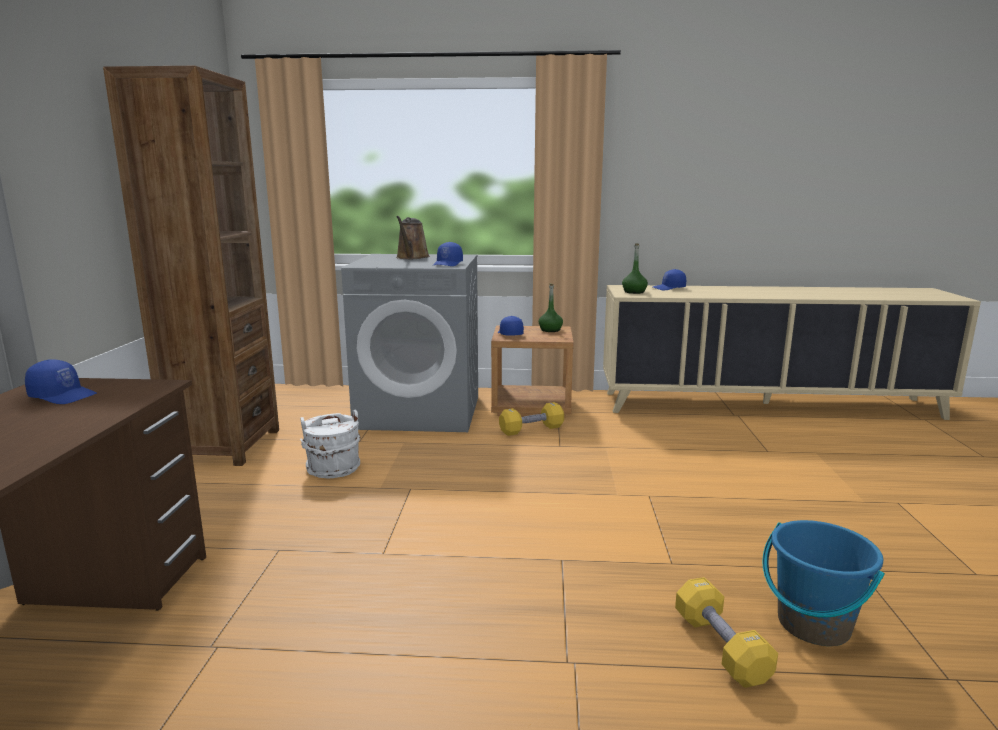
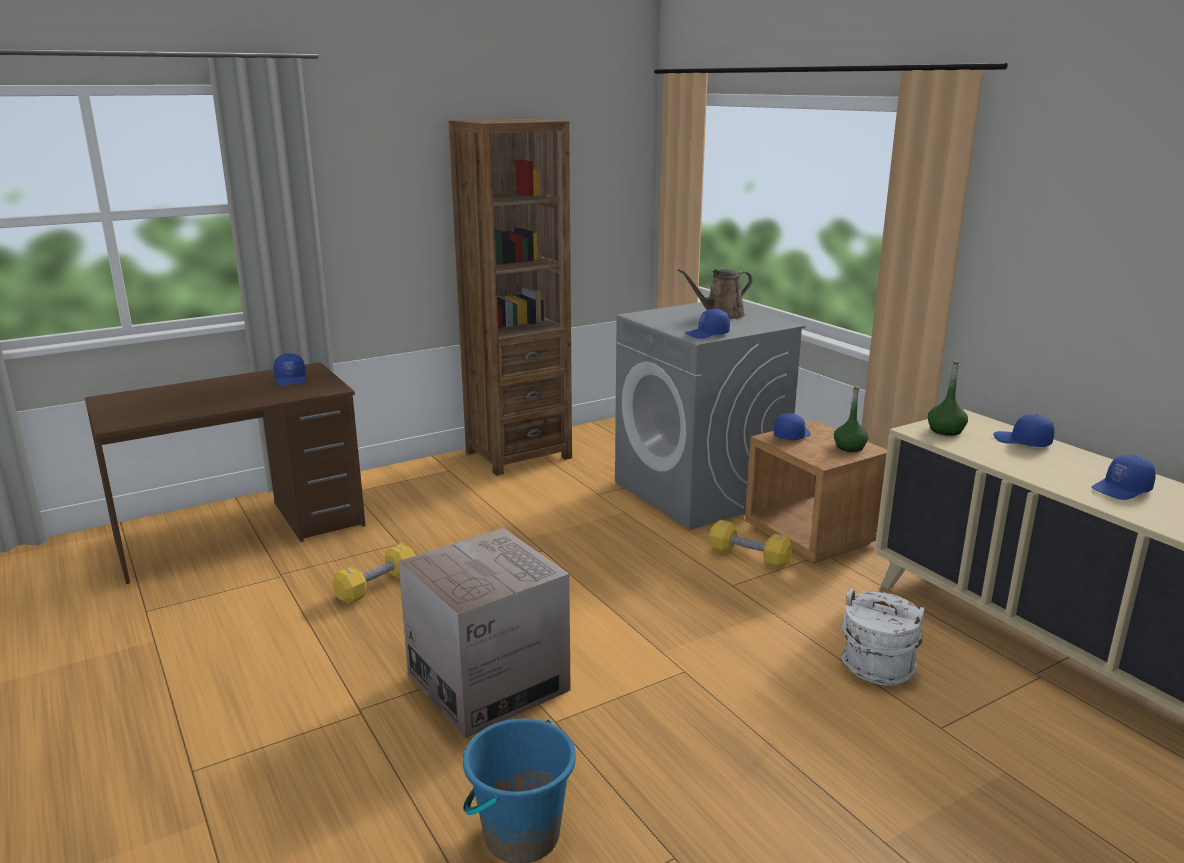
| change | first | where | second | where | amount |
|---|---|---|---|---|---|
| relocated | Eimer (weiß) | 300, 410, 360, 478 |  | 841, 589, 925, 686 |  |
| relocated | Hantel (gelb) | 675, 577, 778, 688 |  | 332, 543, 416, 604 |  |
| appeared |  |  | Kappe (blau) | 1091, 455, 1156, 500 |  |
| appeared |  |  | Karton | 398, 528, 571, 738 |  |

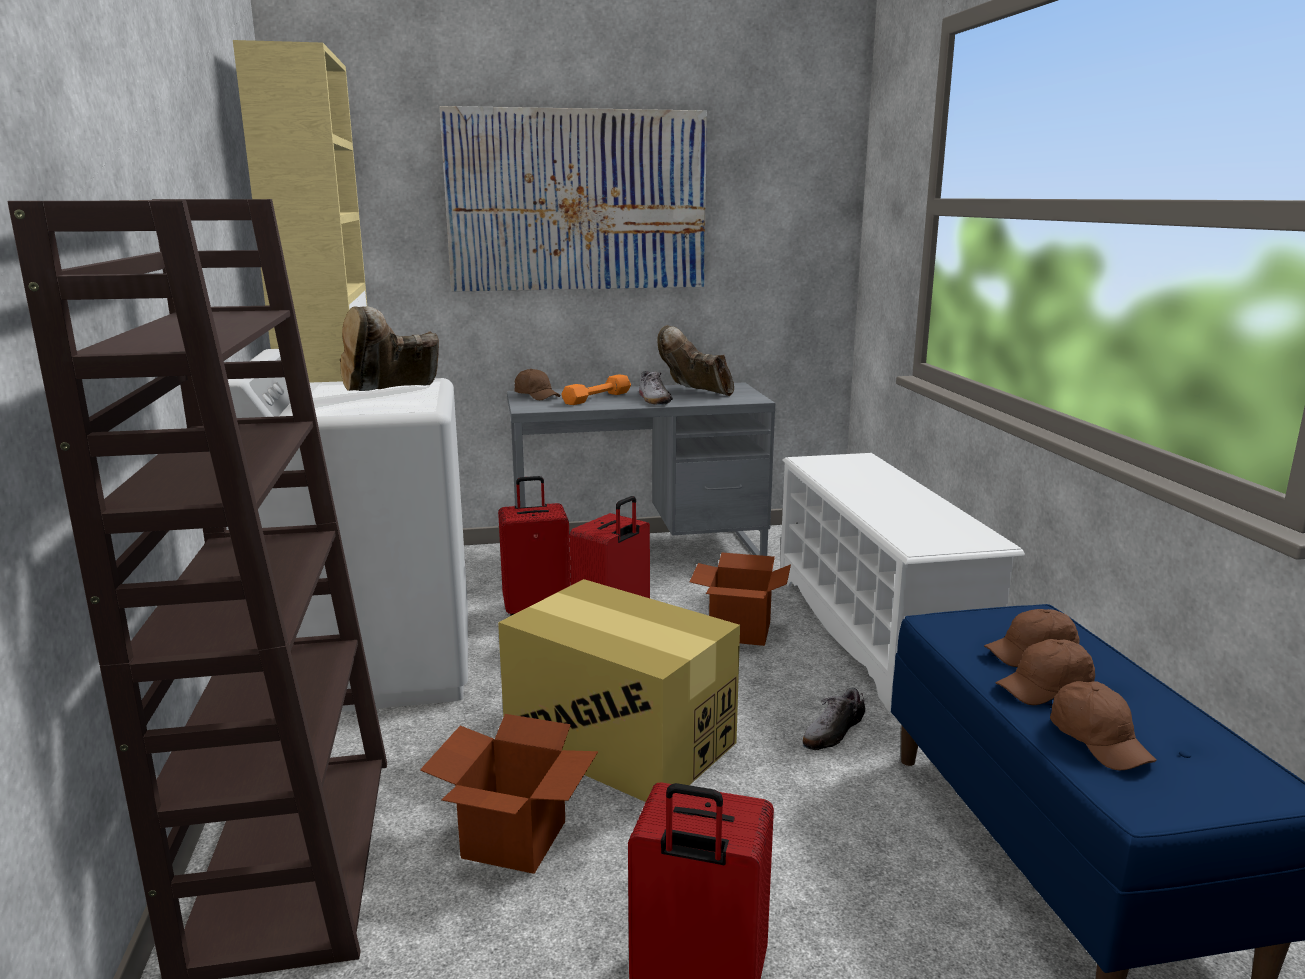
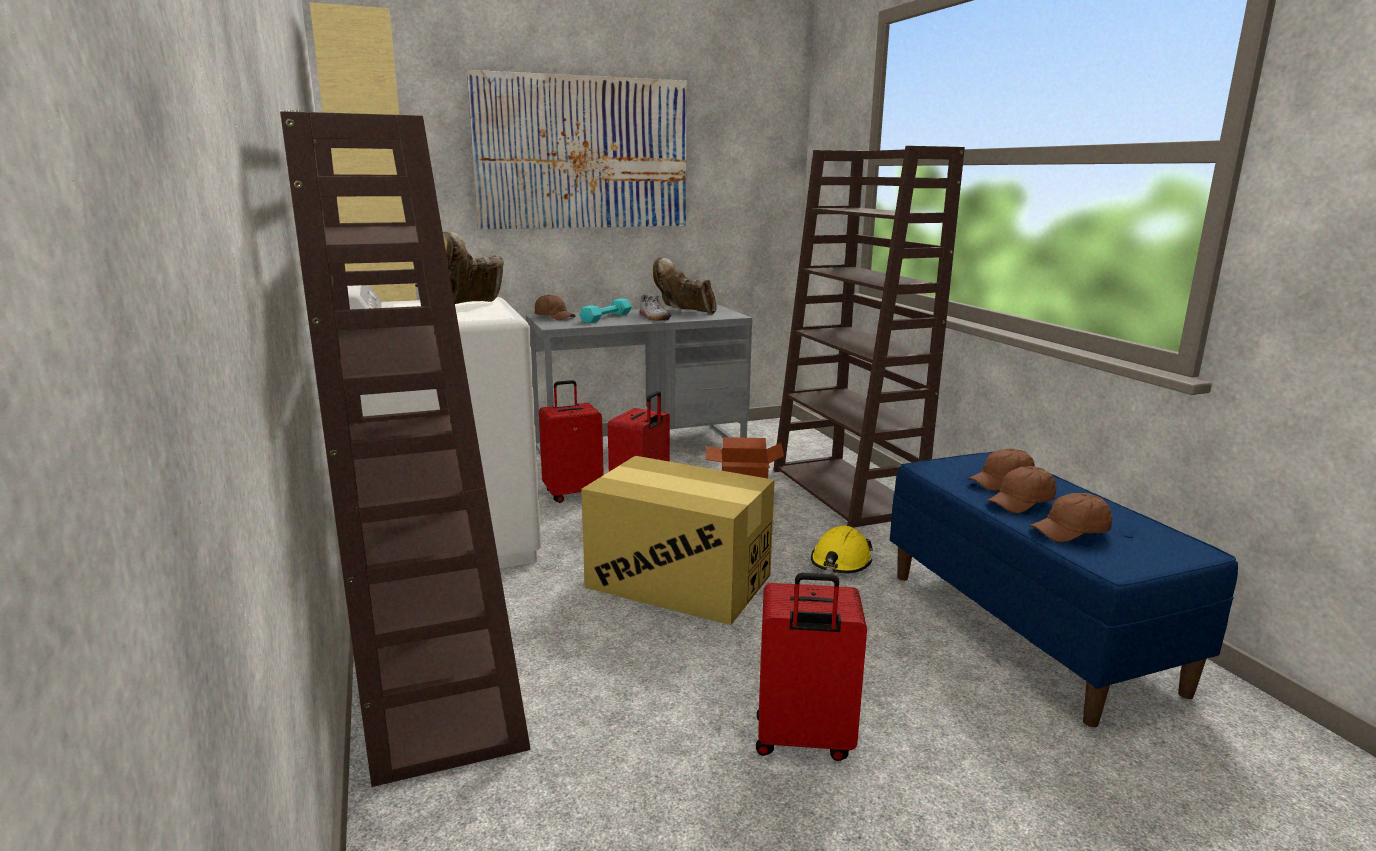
| change | first | where | second | where | amount |
|---|---|---|---|---|---|
| colour | Hantel (orange) | 561, 374, 631, 405 | Hantel (türkis) | 579, 298, 632, 323 |  |
| exchanged | Schuhregal (weiß) | 780, 453, 1025, 713 | Bücherregal (braun) | 773, 146, 965, 528 |  |
| spun | Kappe (braun) | 1050, 681, 1157, 770 |  | 1030, 493, 1112, 542 | 105 degrees clockwise |
| exchanged | Schuh | 803, 688, 866, 750 | Schutzhelm (gelb) | 811, 525, 873, 573 |  |
| missing | Karton | 420, 714, 598, 874 |  |  |  |

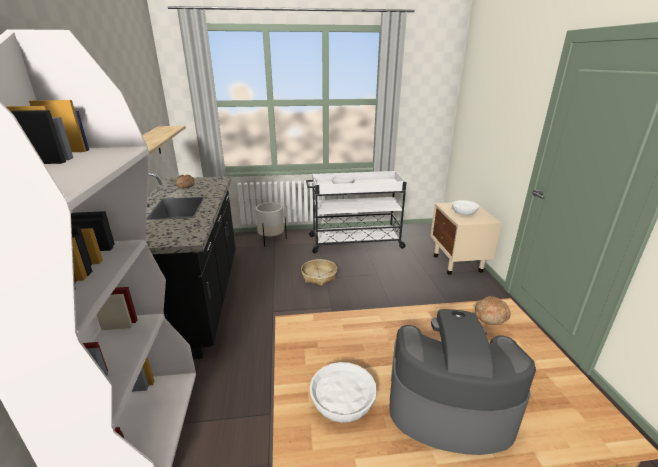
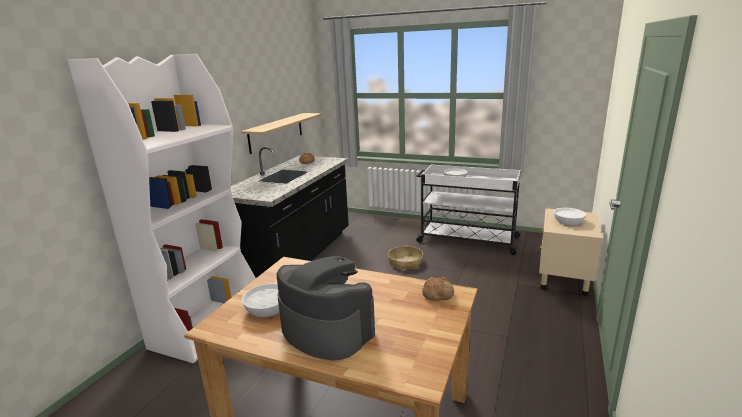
| change | first | where | second | where | amount |
|---|---|---|---|---|---|
| missing | Pflanzkübel (weiß) | 255, 203, 287, 247 |  |  |  |

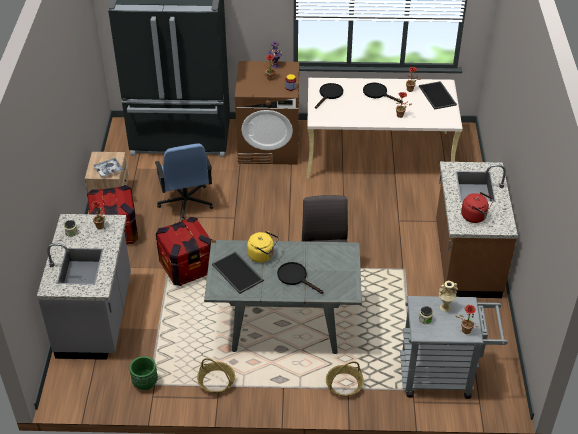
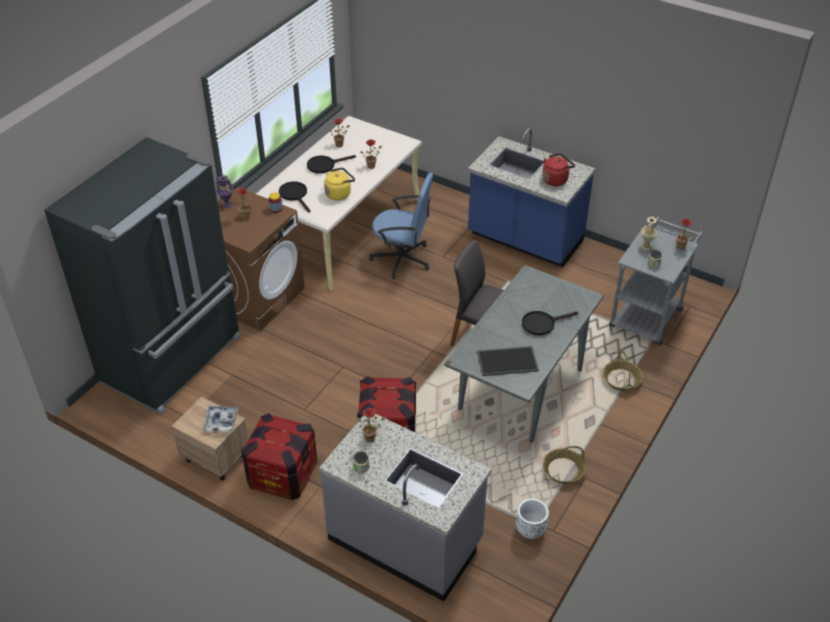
| change | first | where | second | where | amount |
|---|---|---|---|---|---|
| missing | Tablett | 419, 81, 457, 110 |  |  |  |
| relocated | Bürostuhl (blau) | 155, 144, 213, 221 |  | 369, 173, 433, 279 |  |
| colour | Küchenzeile (braun) | 436, 162, 518, 298 | Küchenzeile (blau) | 468, 128, 595, 267 |  |
| relocated | Wasserkessel (gelb) | 247, 231, 279, 263 |  | 324, 168, 355, 201 |  |
| colour | Pflanzkübel (grün) | 129, 356, 158, 390 | Pflanzkübel (weiß) | 516, 498, 549, 539 |  |

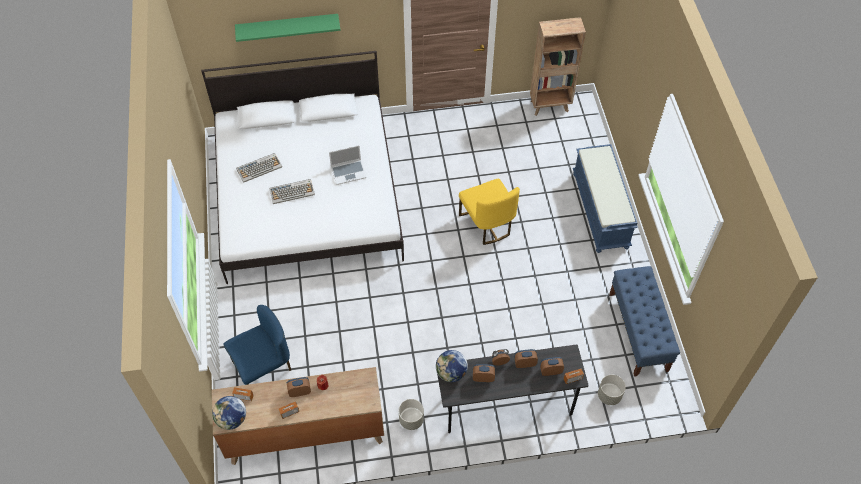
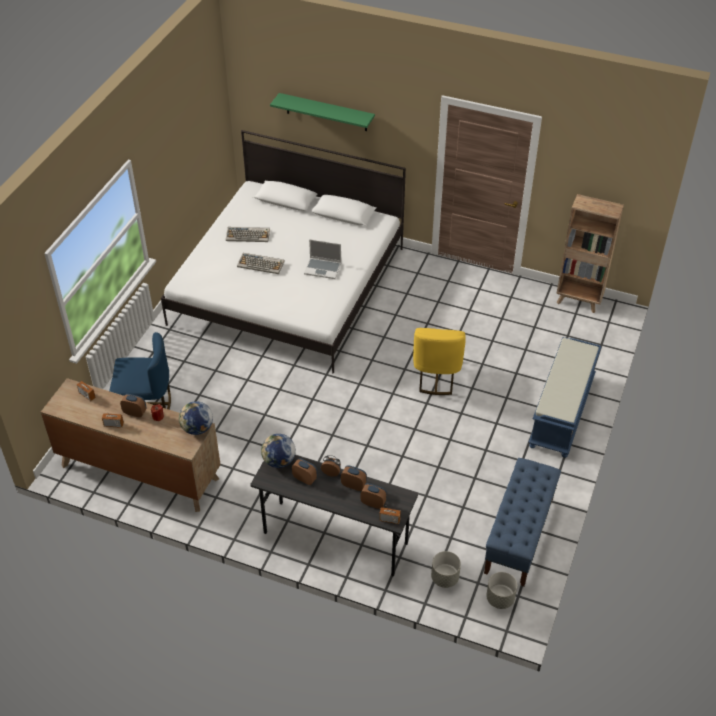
| change | first | where | second | where | amount |
|---|---|---|---|---|---|
| relocated | Globus | 212, 396, 246, 430 |  | 179, 401, 213, 435 |  |
| relocated | Pflanzkübel (grau) | 399, 399, 424, 430 |  | 486, 572, 517, 609 |  |

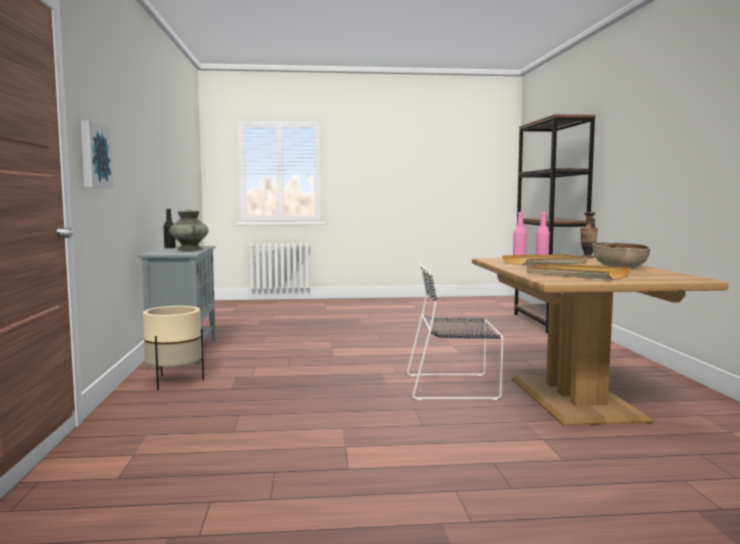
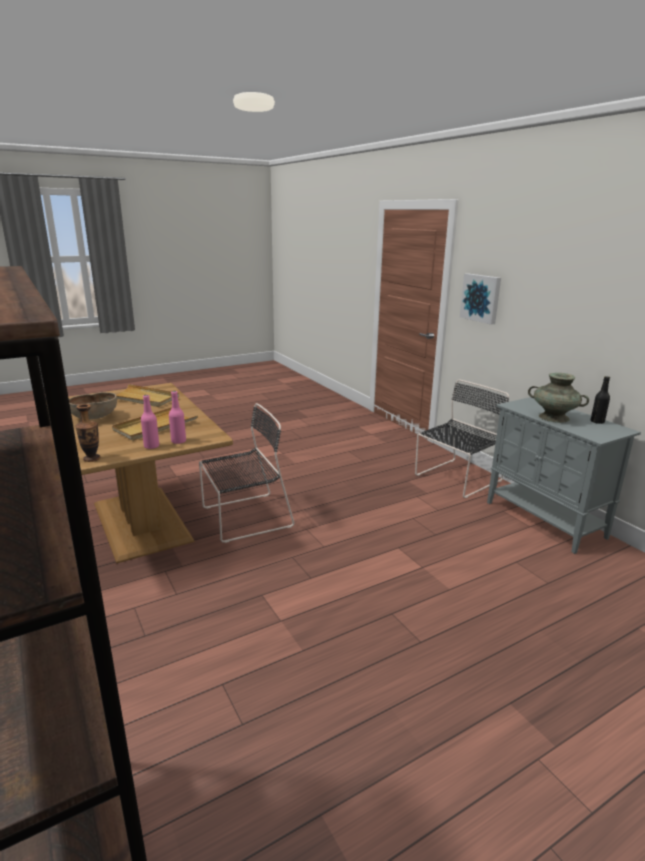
| change | first | where | second | where | amount |
|---|---|---|---|---|---|
| exchanged | Pflanzkübel (beige) | 143, 306, 204, 391 | Stuhl (schwarz) | 415, 379, 509, 498 |  |

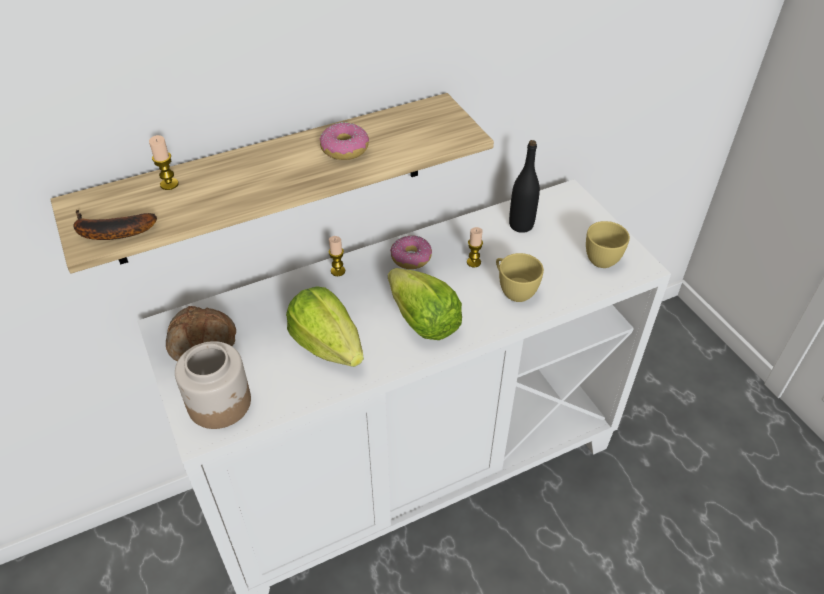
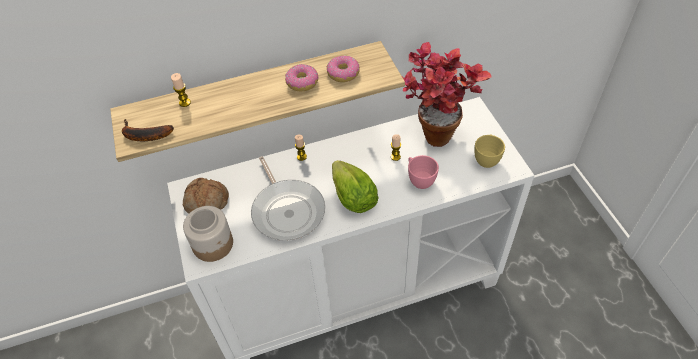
| change | first | where | second | where | amount |
|---|---|---|---|---|---|
| exchanged | Flasche (schwarz) | 509, 140, 540, 233 | Topfpflanze | 402, 42, 491, 147 |  |
| relocated | Donut | 390, 235, 432, 269 |  | 327, 56, 360, 82 |  |
| colour | Tasse (gelb) | 496, 253, 544, 302 | Tasse (rosa) | 408, 155, 439, 189 |  |
| exchanged | Salatkopf | 286, 286, 364, 367 | Pfanne | 251, 156, 325, 241 |  |

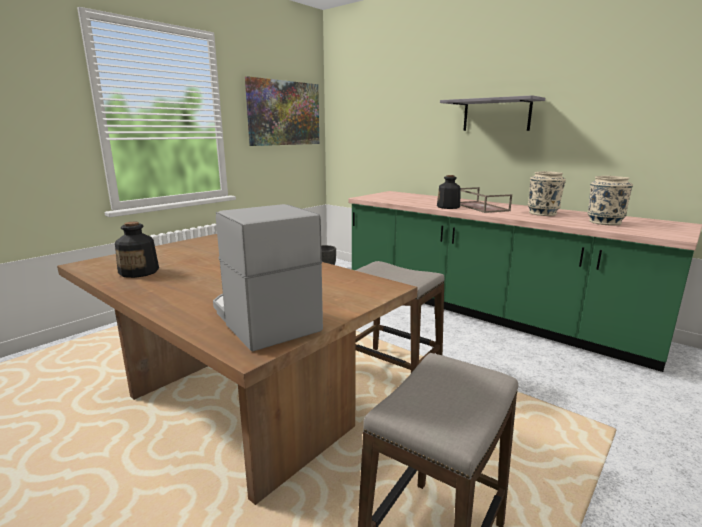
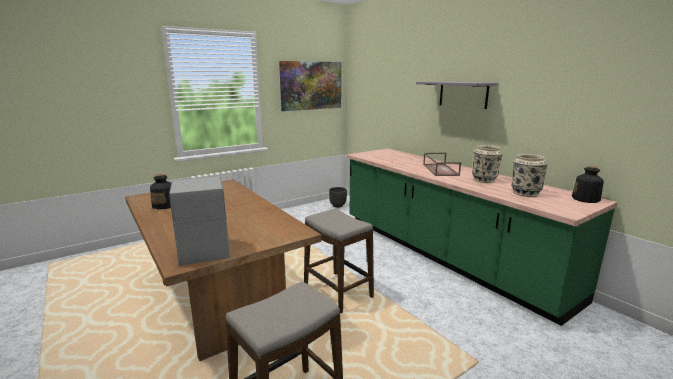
| change | first | where | second | where | amount |
|---|---|---|---|---|---|
| relocated | Flasche | 437, 175, 461, 209 |  | 572, 166, 604, 203 |  |

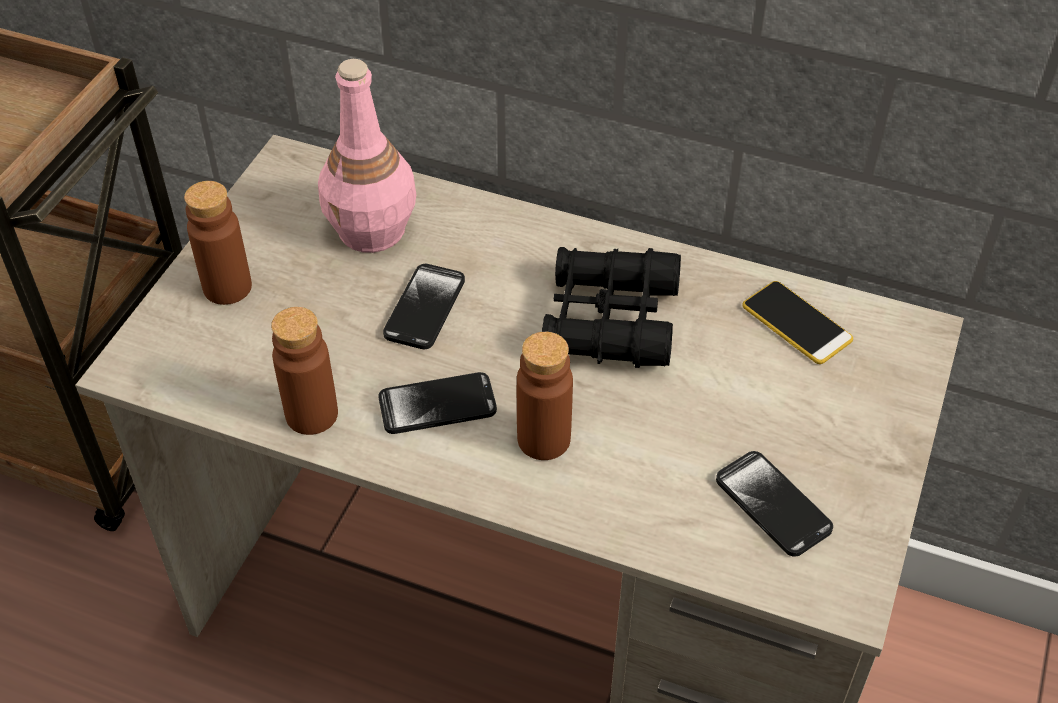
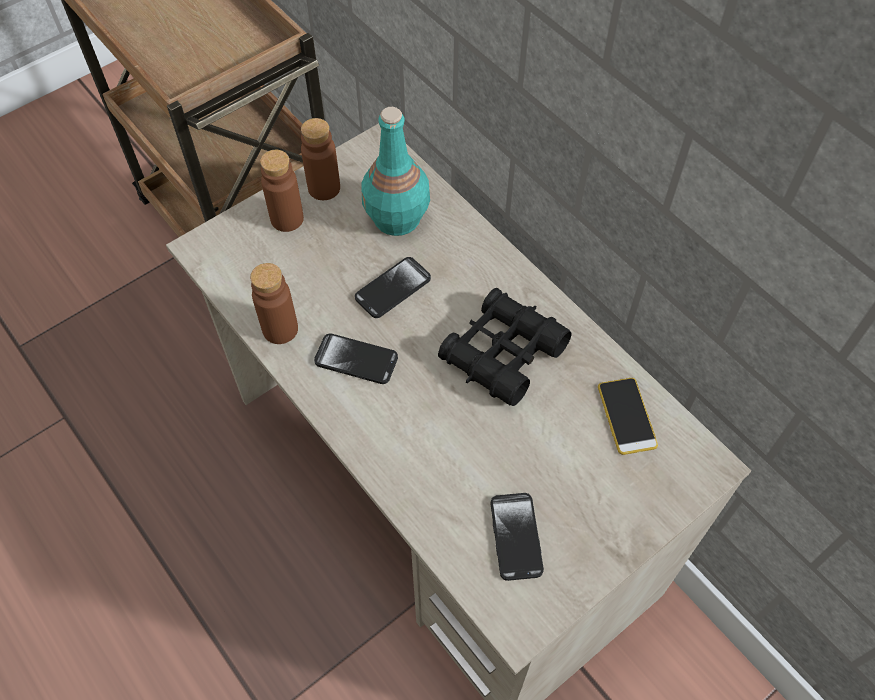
| change | first | where | second | where | amount |
|---|---|---|---|---|---|
| colour | Flasche (rosa) | 318, 59, 416, 253 | Flasche (türkis) | 361, 107, 430, 236 |  |
| relocated | Flasche (braun) | 517, 332, 573, 460 |  | 301, 118, 340, 200 |  |

